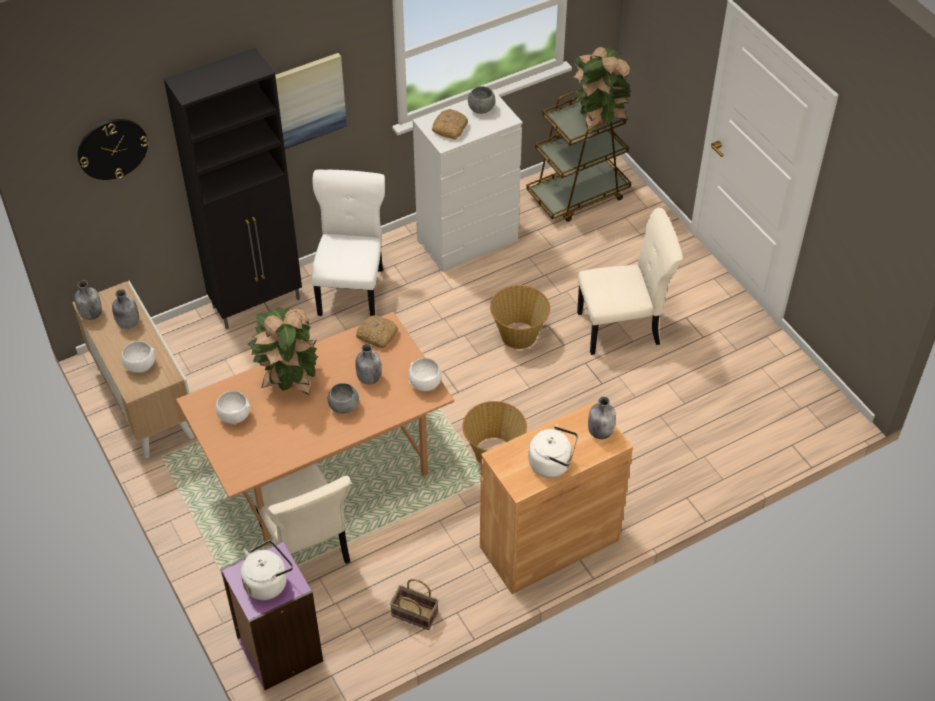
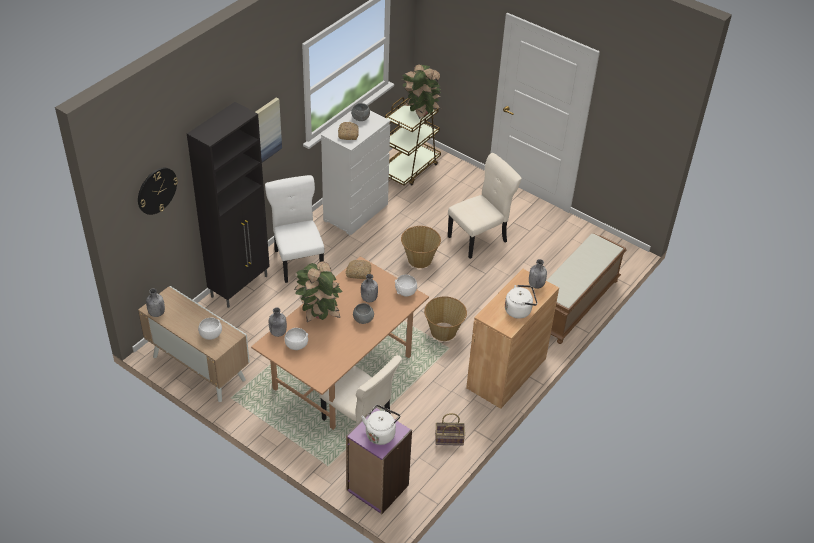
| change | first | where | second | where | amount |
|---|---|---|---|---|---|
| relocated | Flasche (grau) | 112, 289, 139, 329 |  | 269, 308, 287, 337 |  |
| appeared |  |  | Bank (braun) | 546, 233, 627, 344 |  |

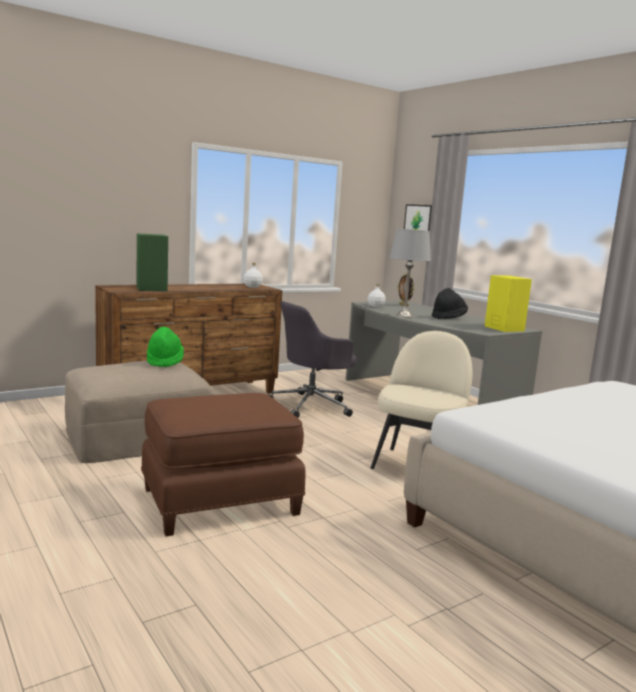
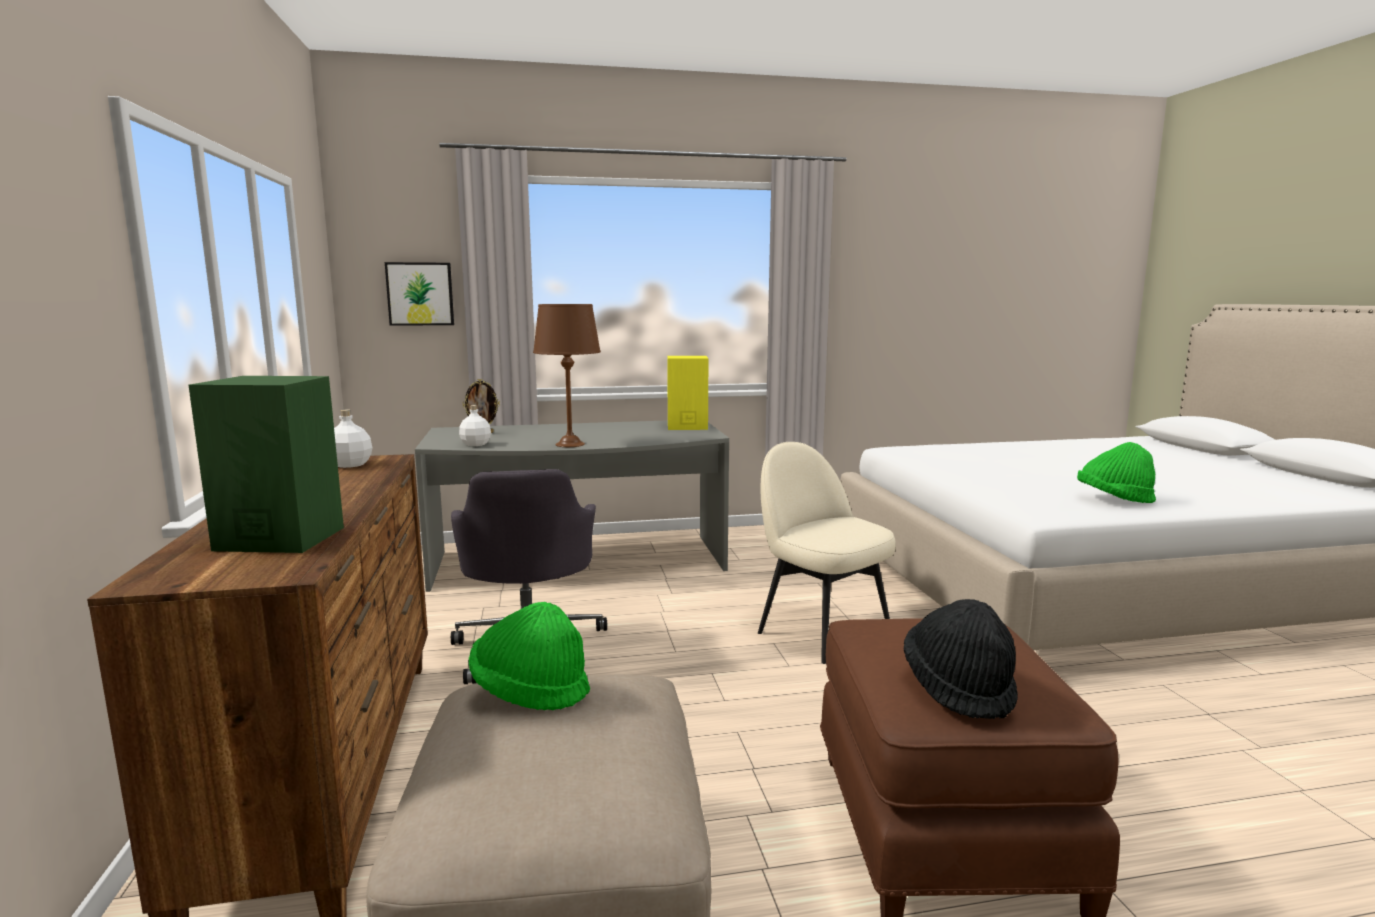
| change | first | where | second | where | amount |
|---|---|---|---|---|---|
| colour | Tischlampe (grau) | 390, 229, 431, 317 | Tischlampe (braun) | 533, 304, 601, 447 |  |
| relocated | Hut (schwarz) | 432, 288, 468, 319 |  | 904, 599, 1018, 719 |  |
| appeared |  |  | Hut (grün) | 1077, 442, 1156, 503 |  |

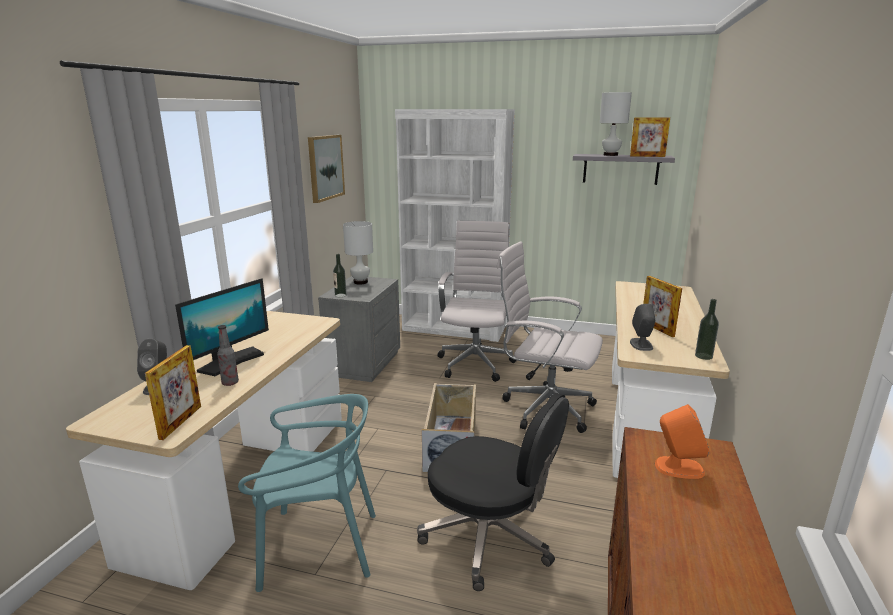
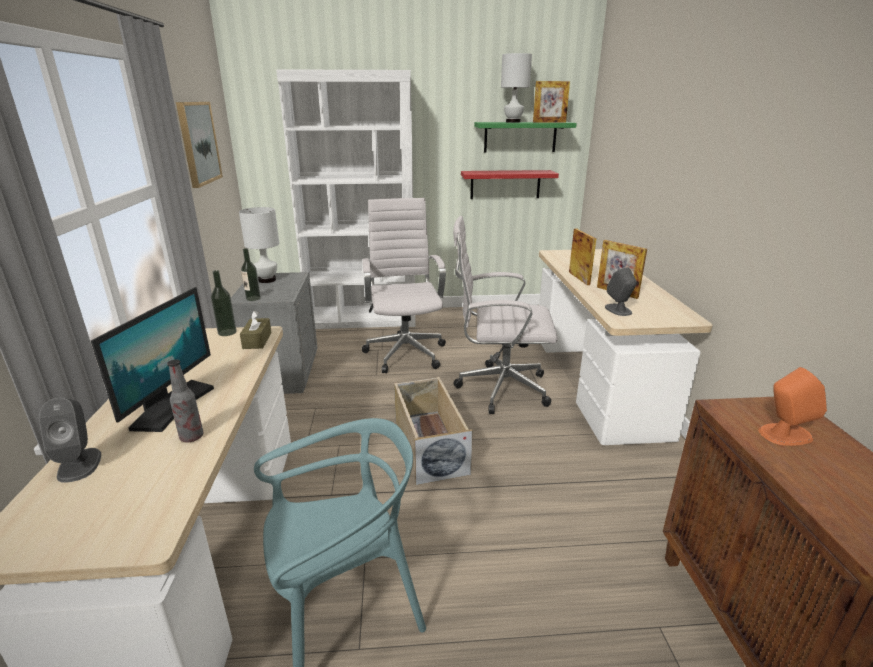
| change | first | where | second | where | amount |
|---|---|---|---|---|---|
| colour | Wandregal (grau) | 573, 154, 675, 185 | Wandregal (grün) | 474, 122, 577, 153 |  |
| relocated | Flasche | 695, 299, 719, 360 |  | 211, 270, 237, 336 |  |
| relocated | Bilderrahmen | 145, 345, 201, 440 |  | 569, 229, 596, 285 |  |
| missing | Bürostuhl (schwarz) | 417, 393, 569, 591 |  |  |  |
| appeared |  |  | Wandregal (rot) | 461, 170, 559, 199 |  |
| appeared |  |  | Taschentuchbox (braun) | 240, 311, 271, 349 |  |

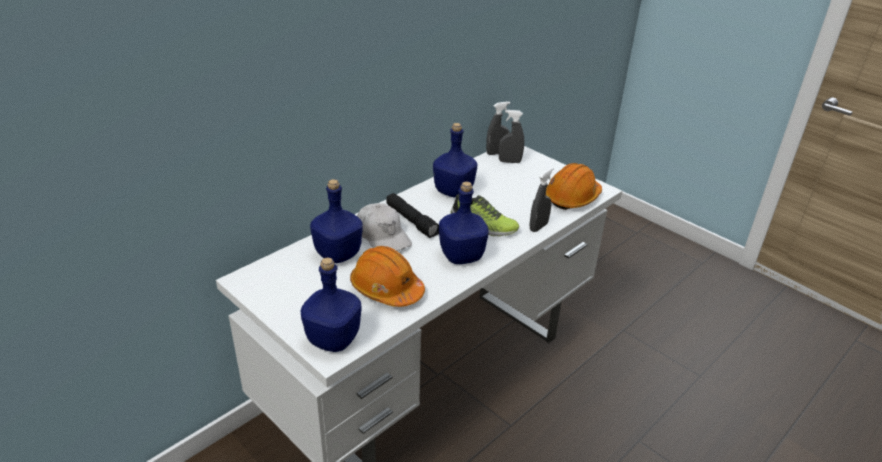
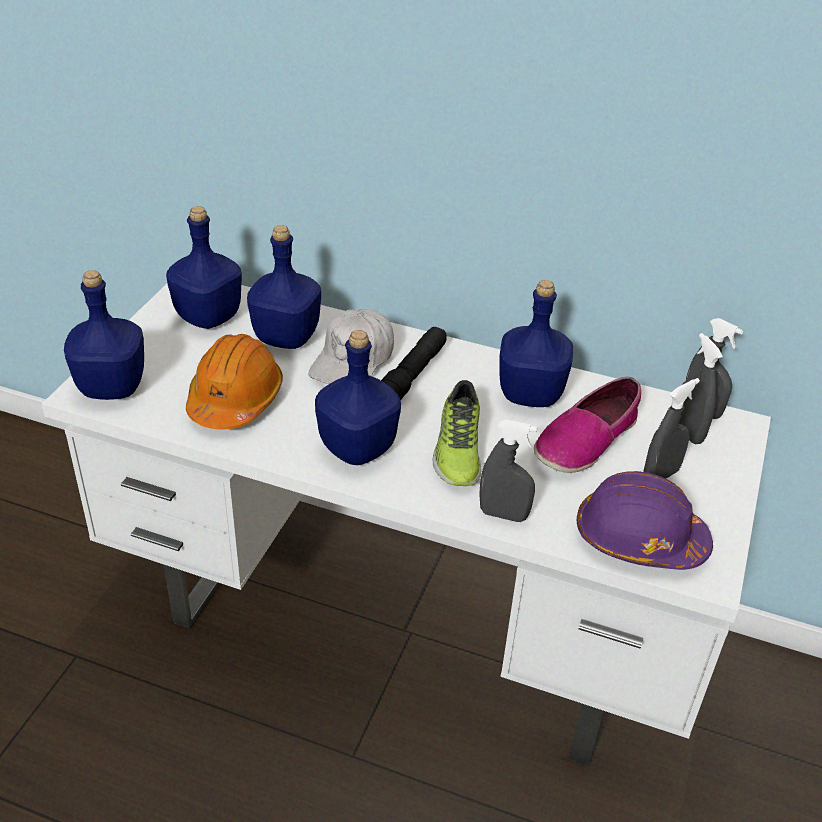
| change | first | where | second | where | amount |
|---|---|---|---|---|---|
| colour | Schutzhelm (orange) | 546, 163, 602, 210 | Schutzhelm (lila) | 577, 471, 713, 570 |  |
| appeared |  |  | Flasche (blau) | 166, 206, 242, 329 |  |
| appeared |  |  | Schuh | 534, 377, 641, 473 |  |
| appeared |  |  | Sprühflasche (grau) | 644, 378, 700, 479 |  |

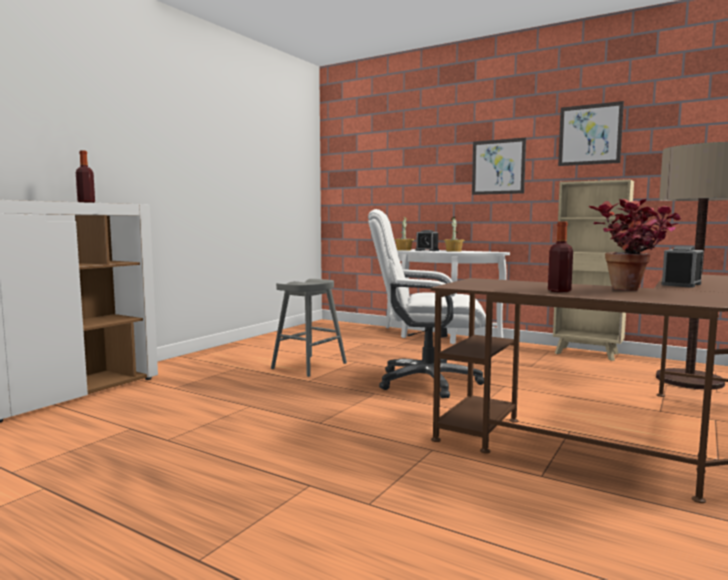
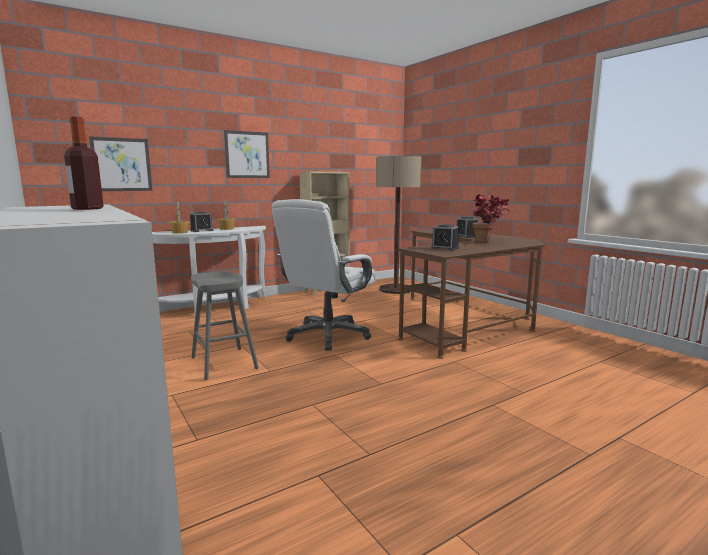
| change | first | where | second | where | amount |
|---|---|---|---|---|---|
| relocated | Bild | 558, 101, 624, 166 |  | 89, 136, 152, 191 |  |
| missing | Flasche | 548, 222, 573, 292 |  |  |  |
| appeared |  |  | Wecker | 431, 224, 459, 250 |  |

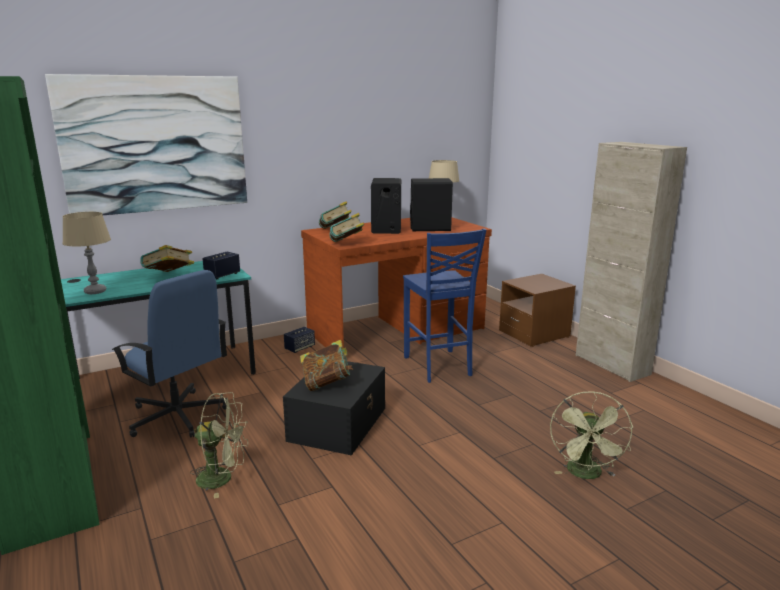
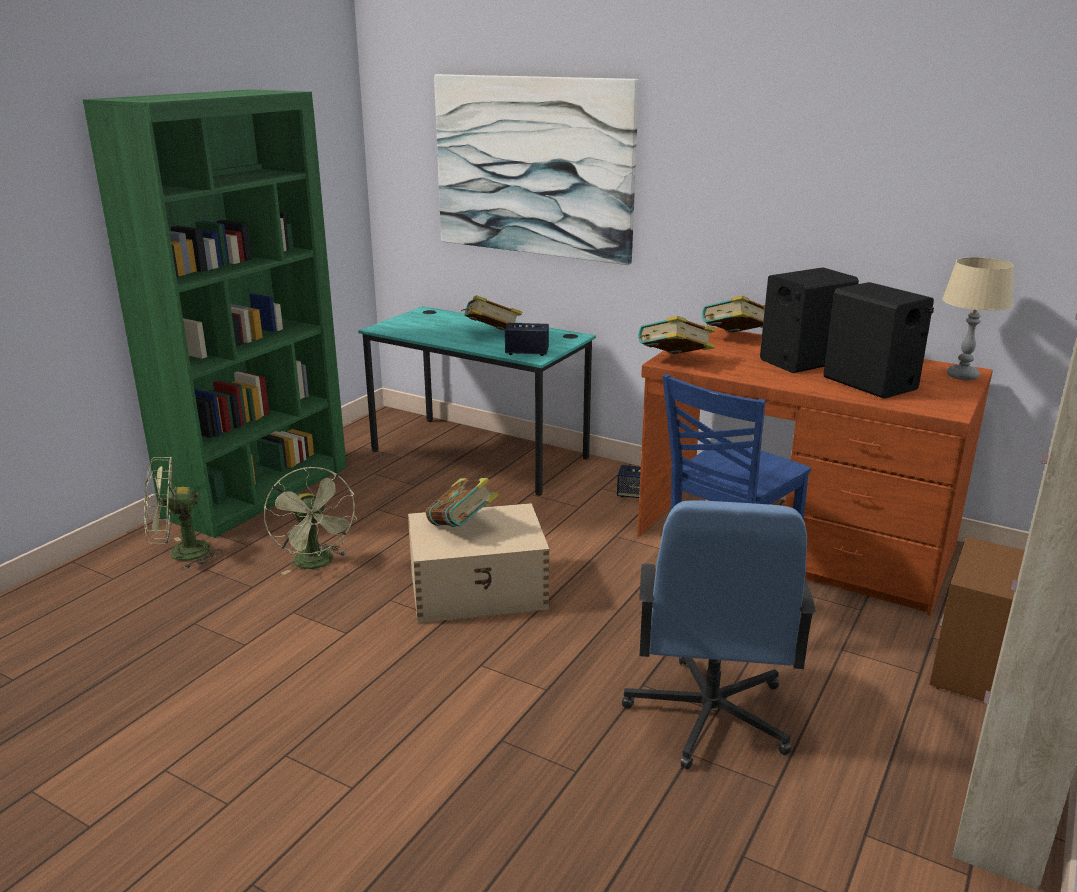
| change | first | where | second | where | amount |
|---|---|---|---|---|---|
| missing | Tischlampe (beige) | 62, 212, 111, 294 |  |  |  |
| relocated | Bürostuhl (blau) | 112, 270, 227, 438 |  | 622, 500, 816, 769 |  |
| colour | Aufbewahrungsbox (schwarz) | 283, 361, 385, 456 | Aufbewahrungsbox (beige) | 408, 503, 549, 623 |  |
| relocated | Ventilator (grün) | 550, 391, 633, 479 |  | 144, 456, 223, 569 |  |

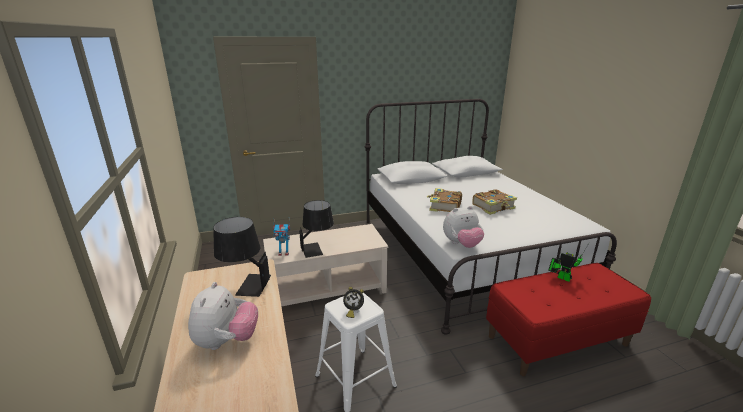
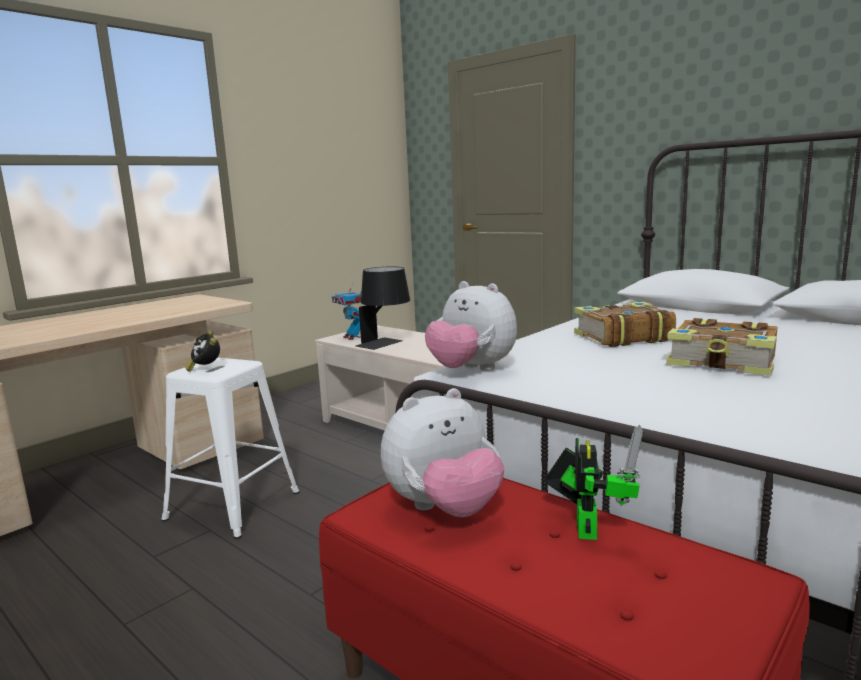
| change | first | where | second | where | amount |
|---|---|---|---|---|---|
| missing | Tischlampe (schwarz) | 213, 217, 271, 297 |  |  |  |
| relocated | Plüschtier | 188, 282, 258, 350 |  | 381, 388, 504, 517 |  |

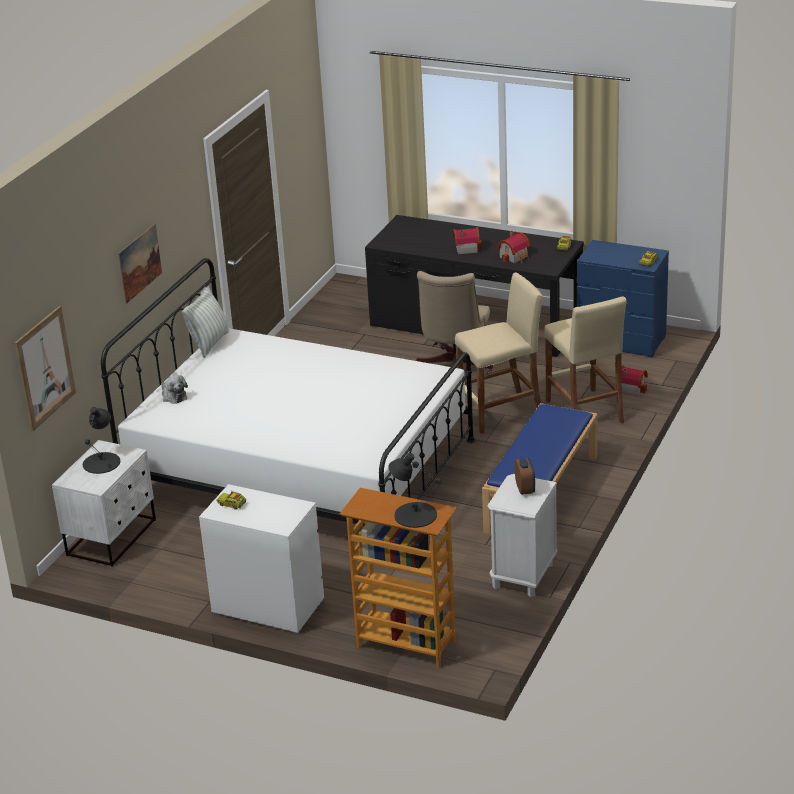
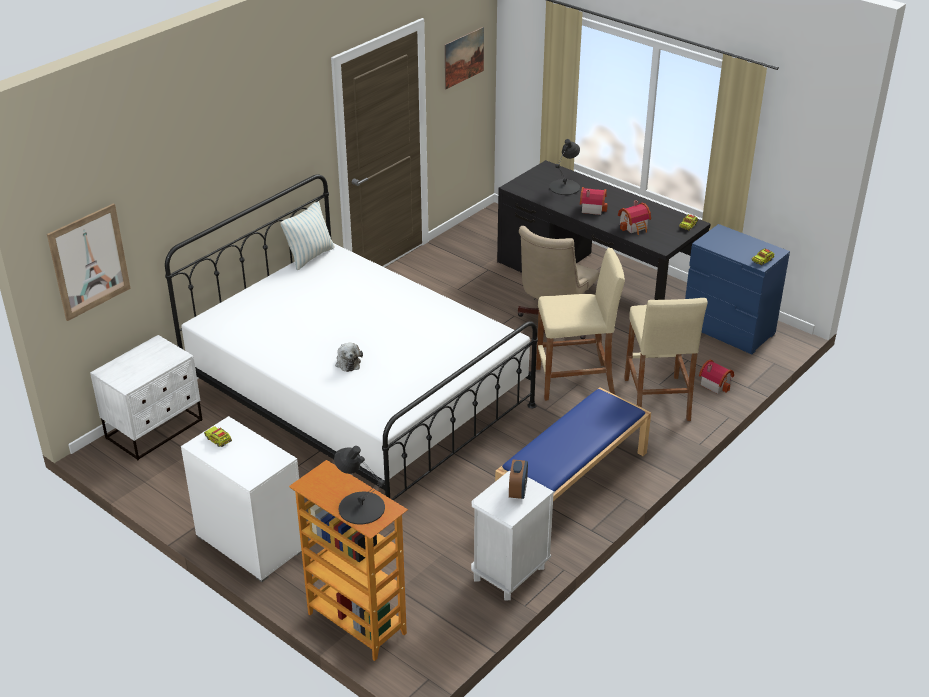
| change | first | where | second | where | amount |
|---|---|---|---|---|---|
| relocated | Bild | 118, 223, 162, 304 |  | 444, 27, 484, 89 |  |
| relocated | Plüschtier | 161, 375, 188, 404 |  | 335, 343, 363, 372 |  |
| relocated | Tischlampe (schwarz) | 83, 407, 120, 474 |  | 549, 139, 580, 195 |  |

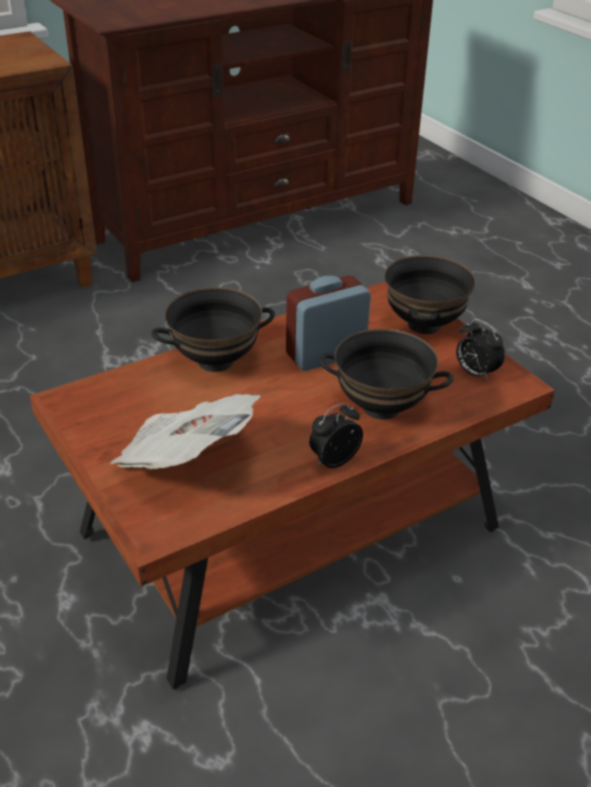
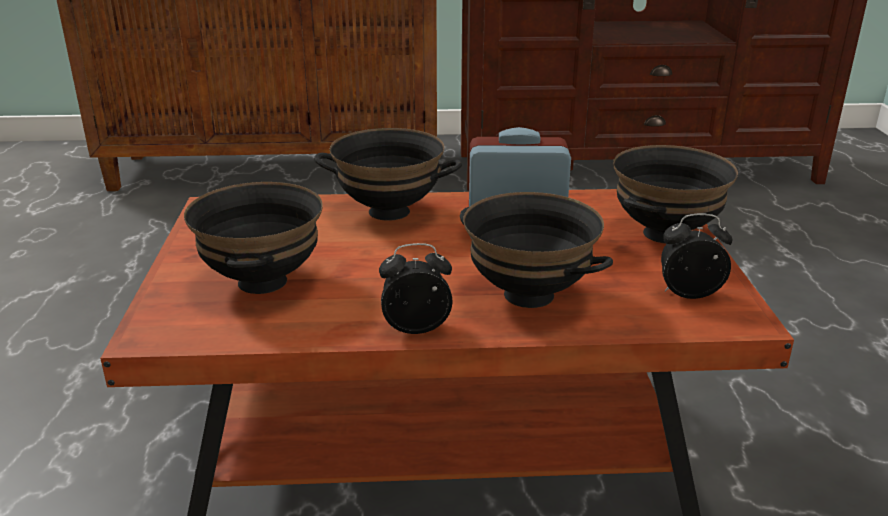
| change | first | where | second | where | amount |
|---|---|---|---|---|---|
| spun | Wecker | 456, 319, 505, 381 |  | 661, 214, 733, 299 | 105 degrees clockwise |
| exchanged | Zeitung | 110, 394, 260, 469 | Schüssel (schwarz) | 184, 182, 323, 294 |  |

